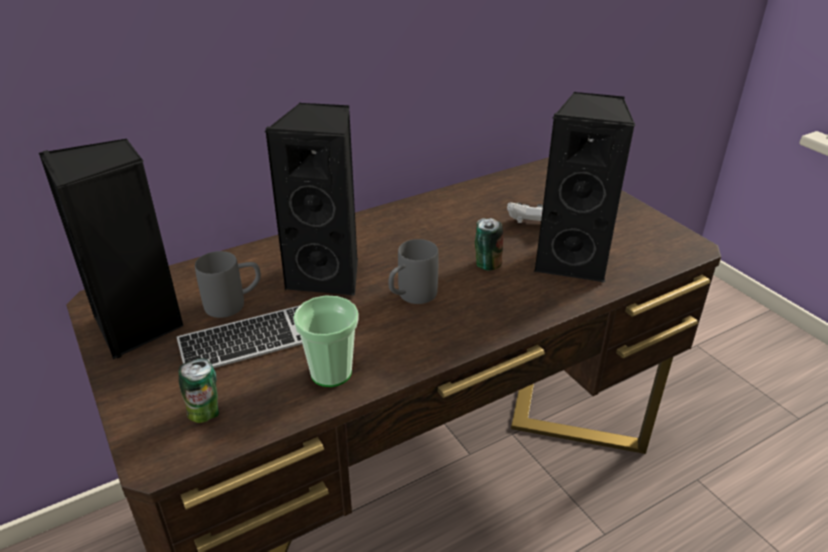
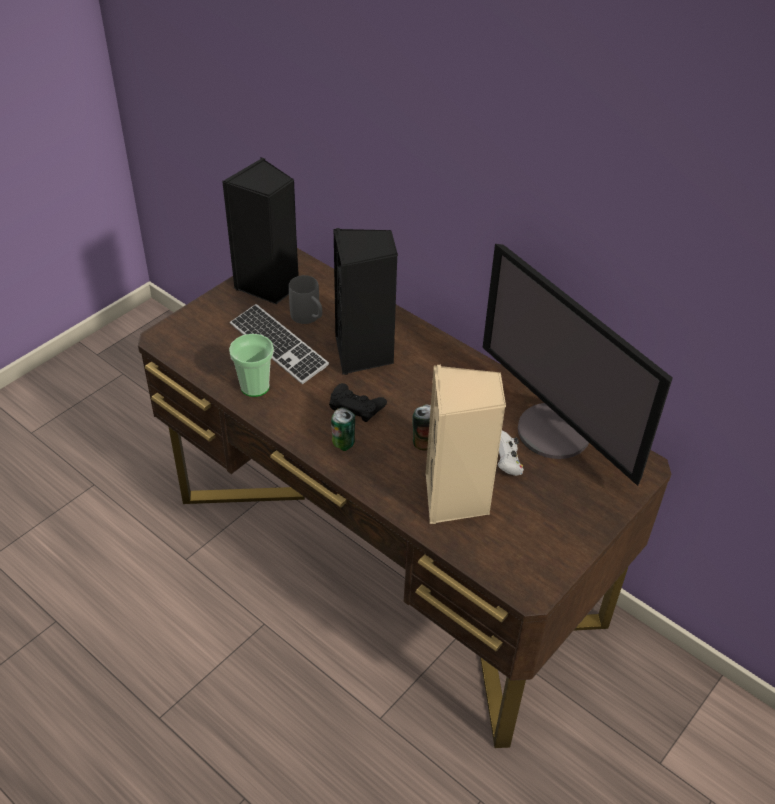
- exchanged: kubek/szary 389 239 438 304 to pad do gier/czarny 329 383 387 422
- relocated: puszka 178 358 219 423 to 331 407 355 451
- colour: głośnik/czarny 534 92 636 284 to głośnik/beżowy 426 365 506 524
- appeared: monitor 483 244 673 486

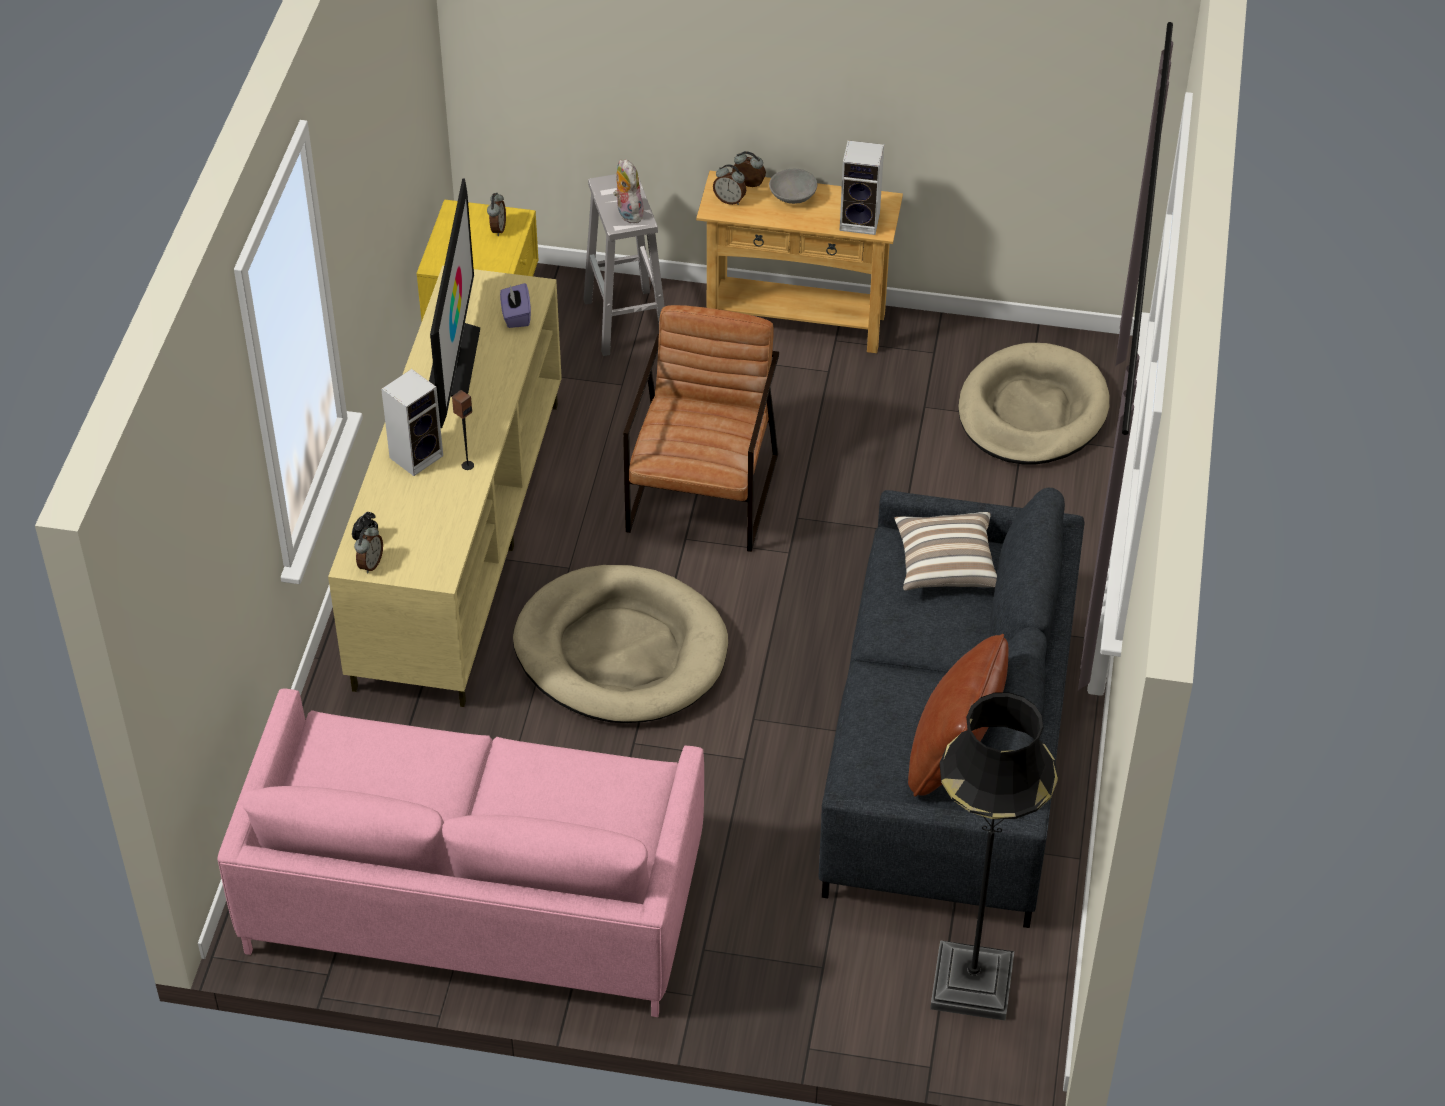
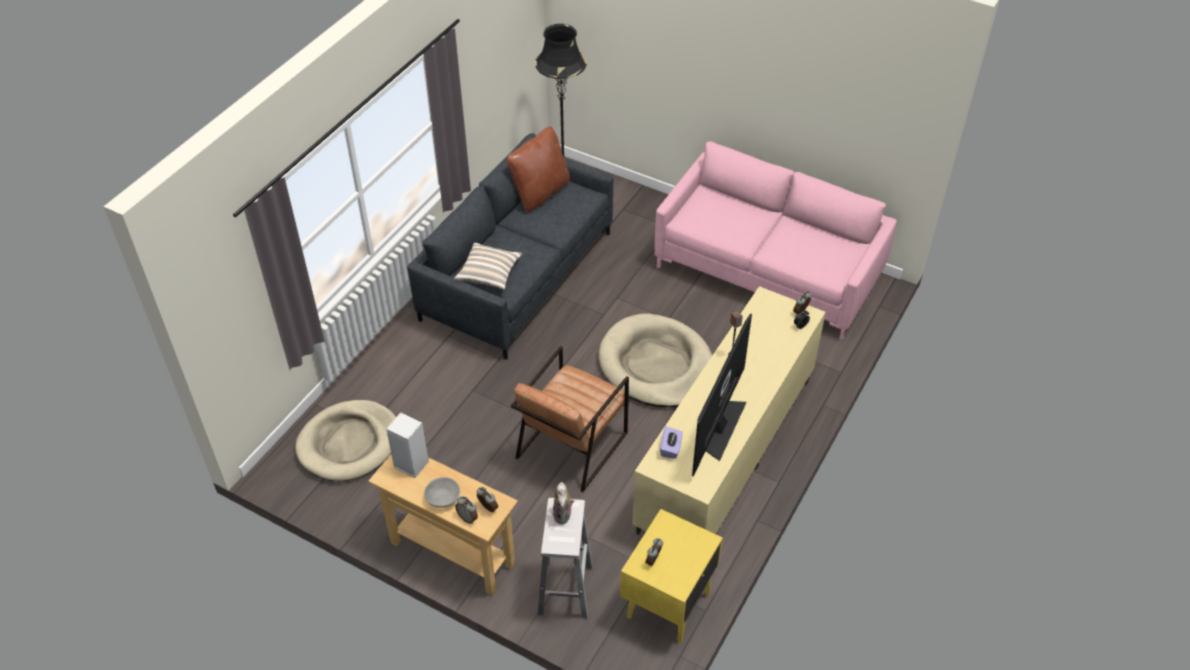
- missing: głośnik 381 369 443 476

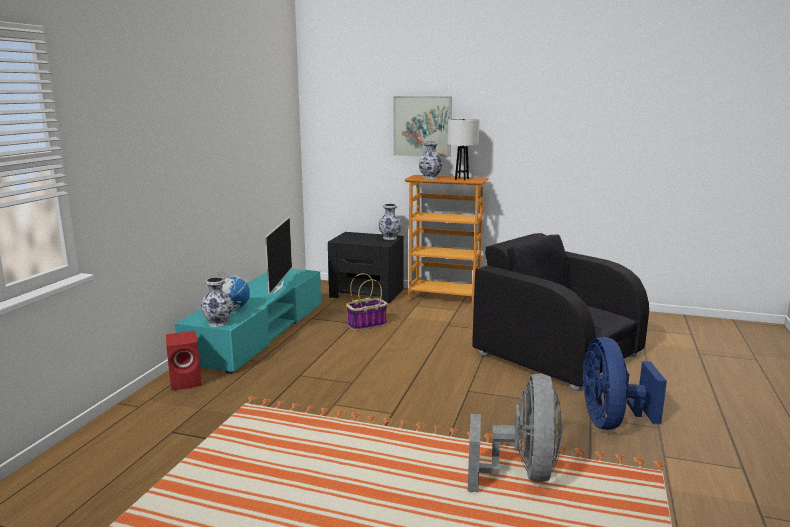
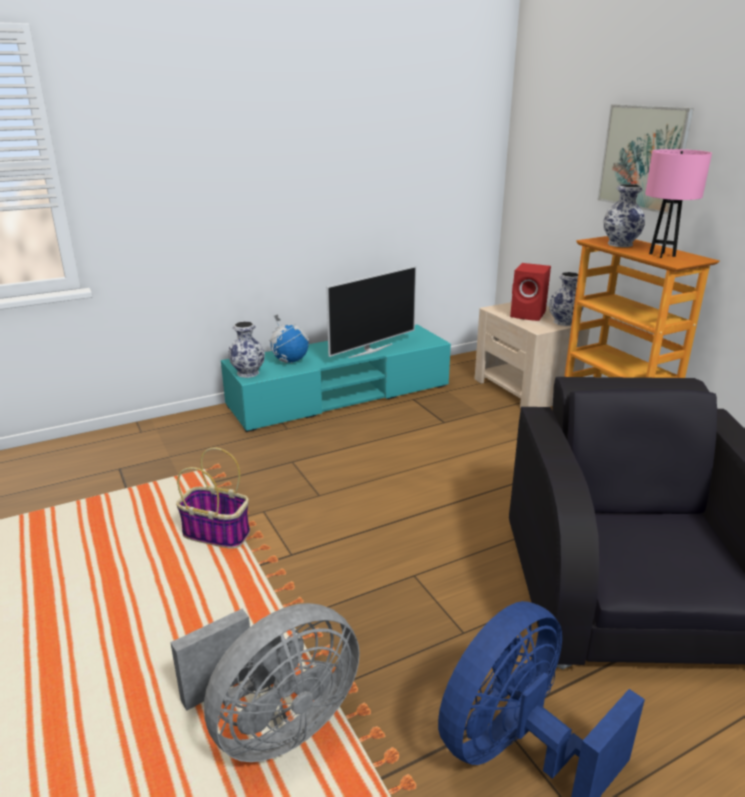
- relocated: koszyk 346 273 387 330 to 176 447 250 549
- colour: szafka nocna/czarny 328 232 404 304 to szafka nocna/beżowy 475 302 590 408
- relocated: głośnik/czerwony 166 331 202 390 to 510 263 551 321
- colour: lampa stołowa/biały 447 119 480 180 to lampa stołowa/różowy 645 149 712 258

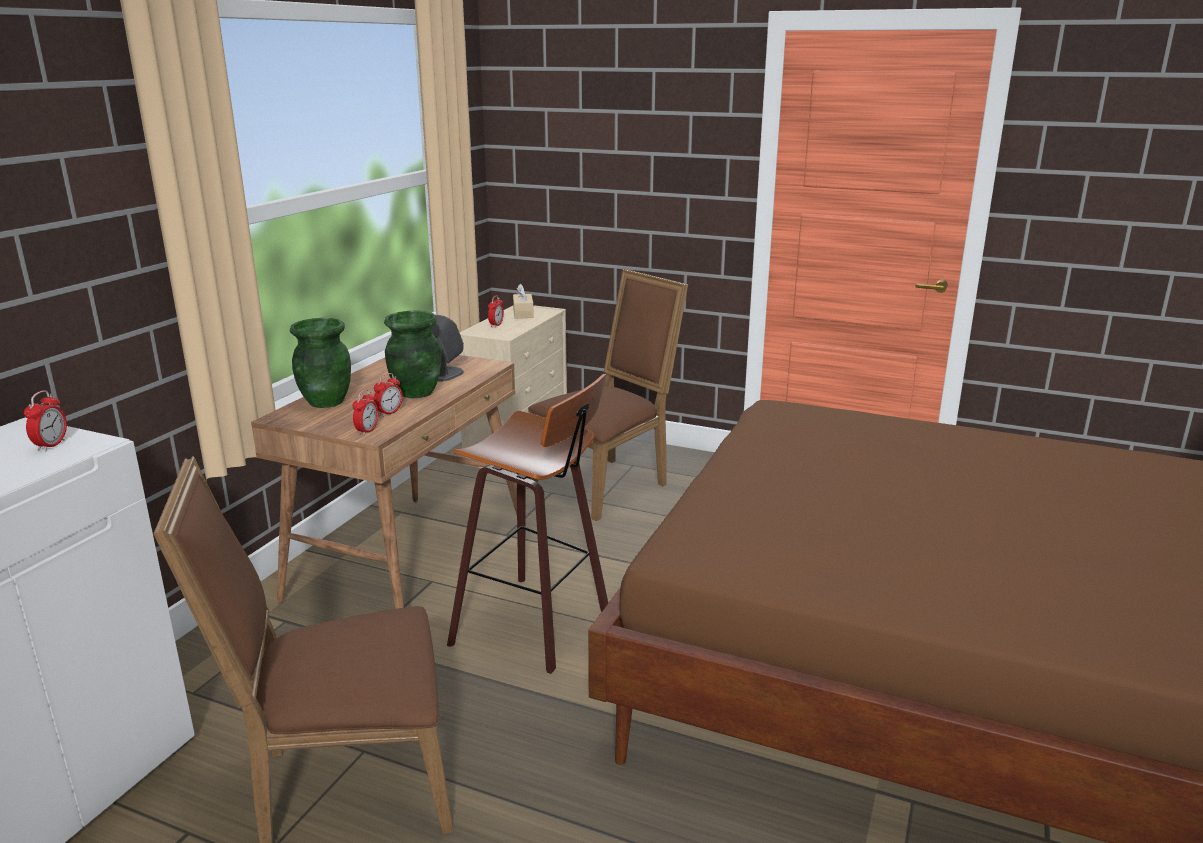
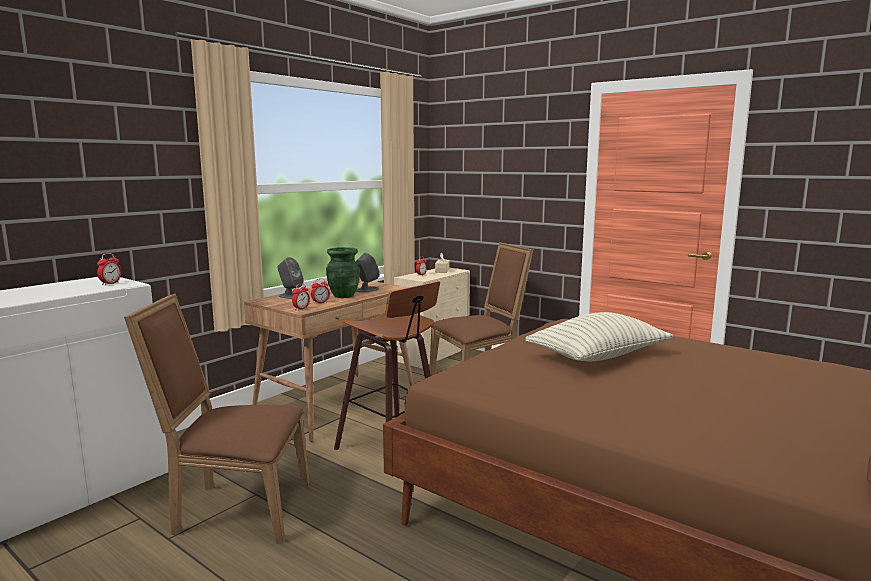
- exchanged: wazon/zielony 290 318 351 408 to głośnik/szary 278 257 304 299
- appeared: poduszka 525 312 673 361

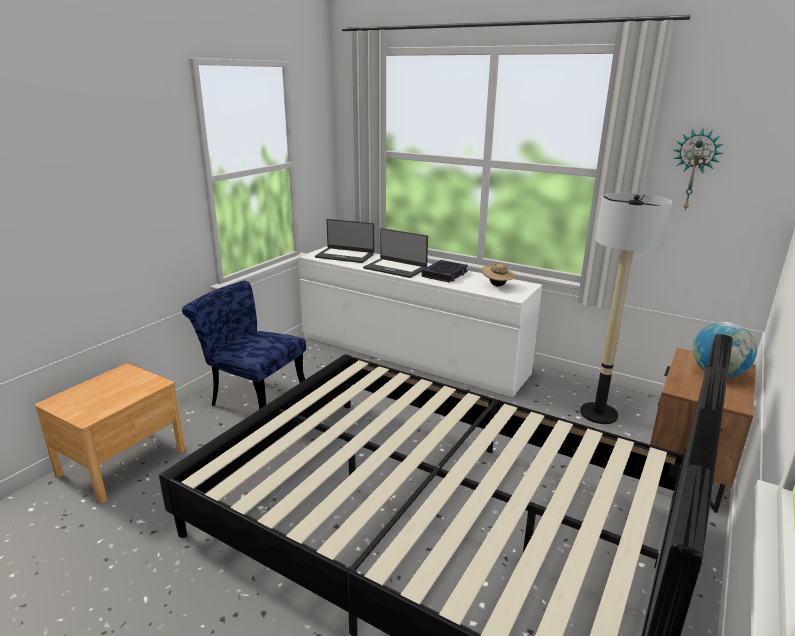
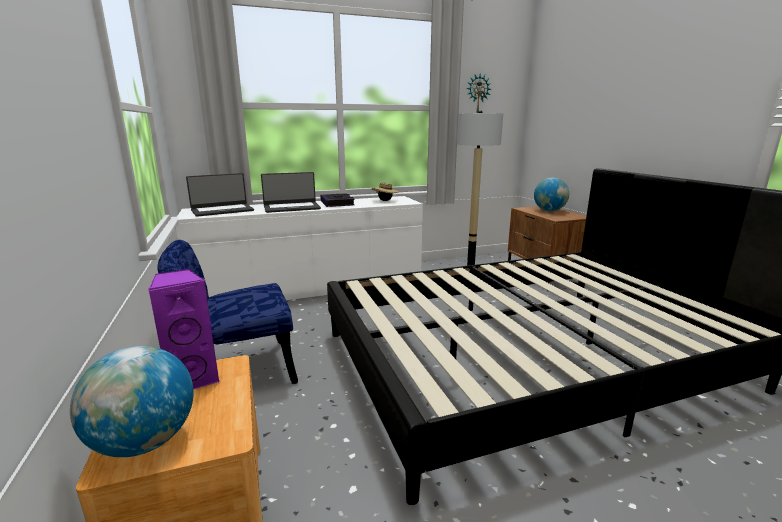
- appeared: globus 70 346 194 457
- appeared: głośnik/fioletowy 148 268 220 389

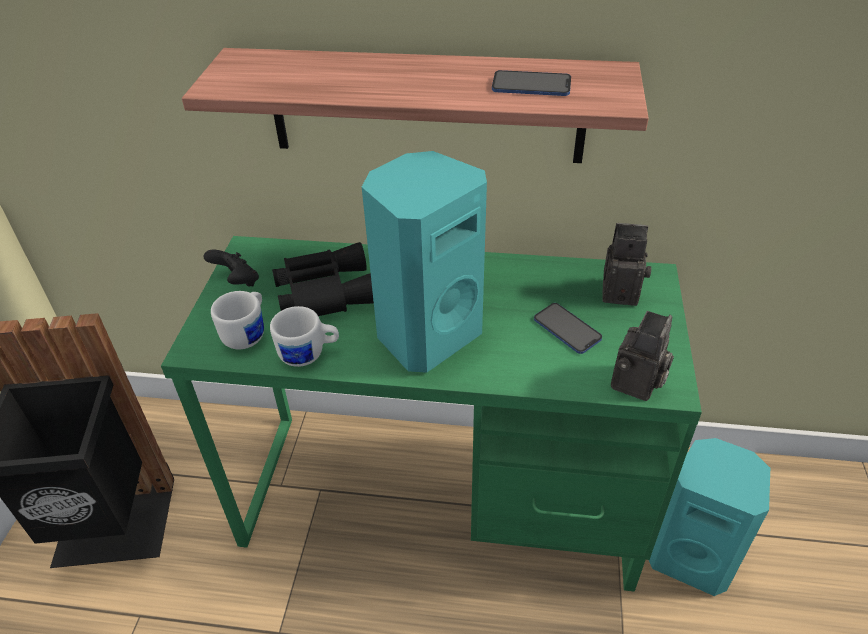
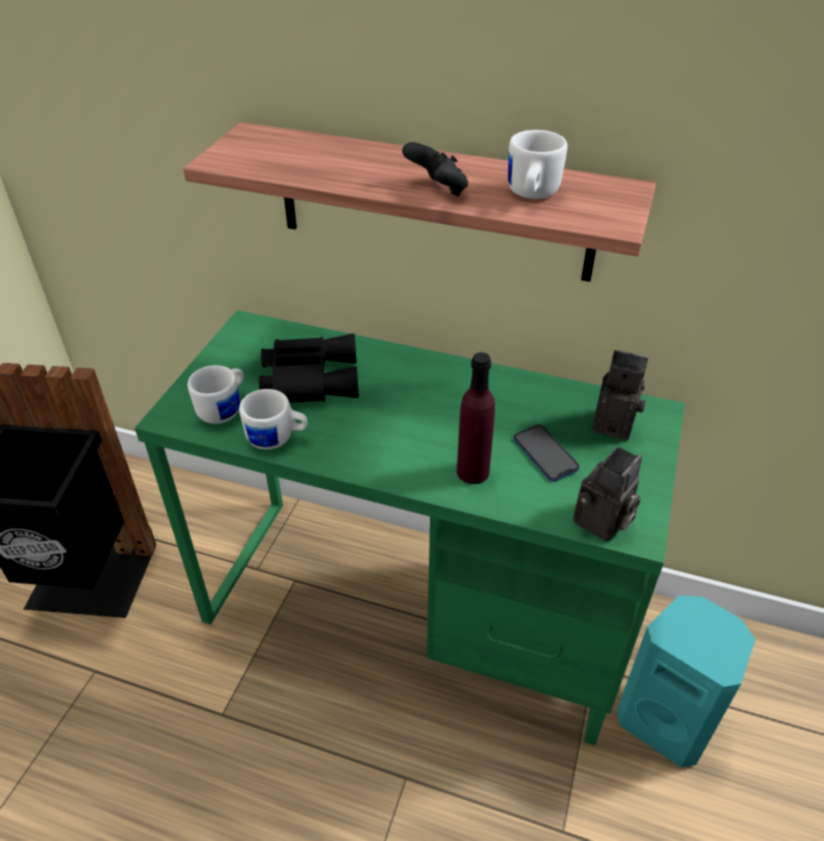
- relocated: pad do gier/czarny 204 249 259 287 to 402 142 468 196
- appeared: butelka/fioletowy 457 352 495 484
- exchanged: telefon 492 70 571 96 to kubek/biały 508 130 567 199
- missing: głośnik/turkusowy 362 151 487 373

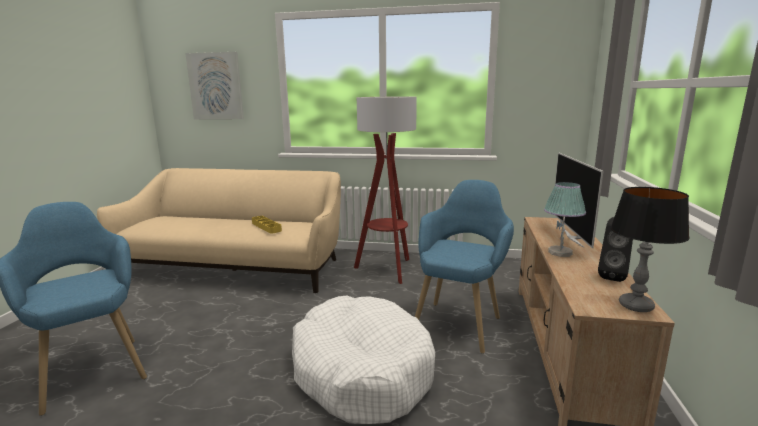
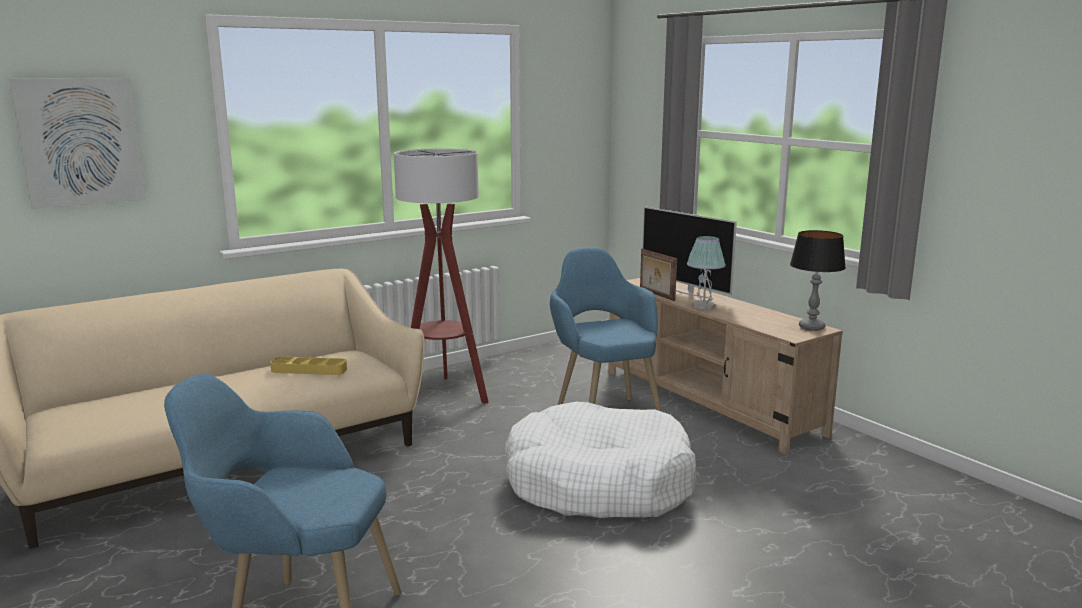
- appeared: ramka na zdjęcie 640 249 677 301
- missing: głośnik/czarny 598 217 633 282

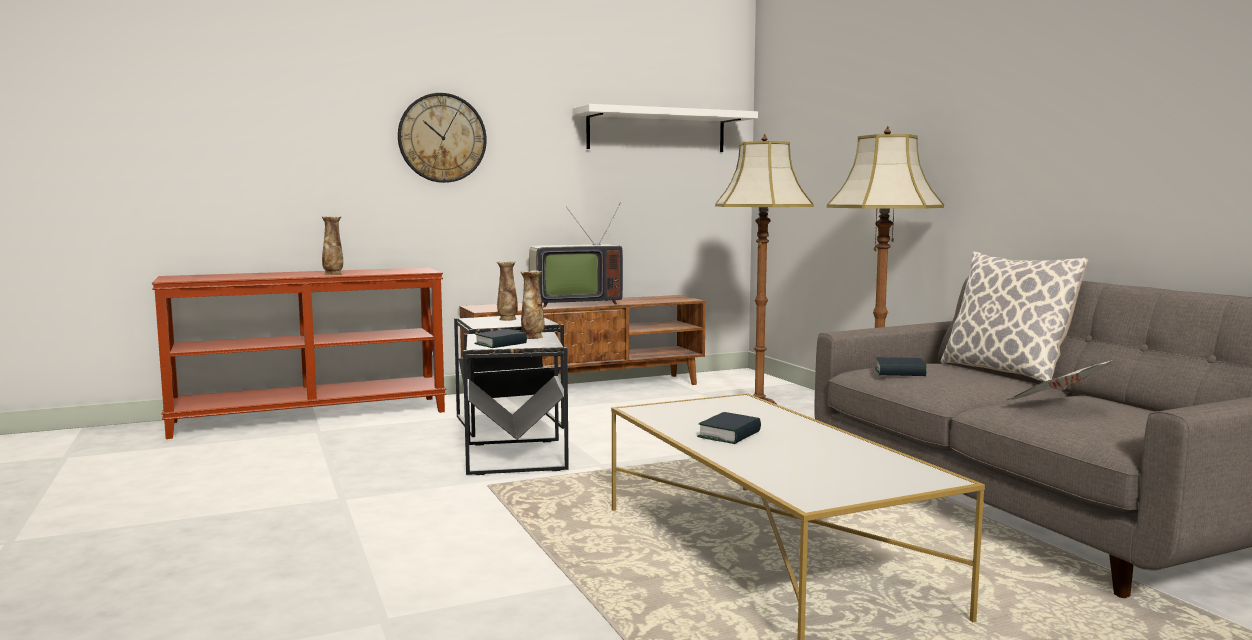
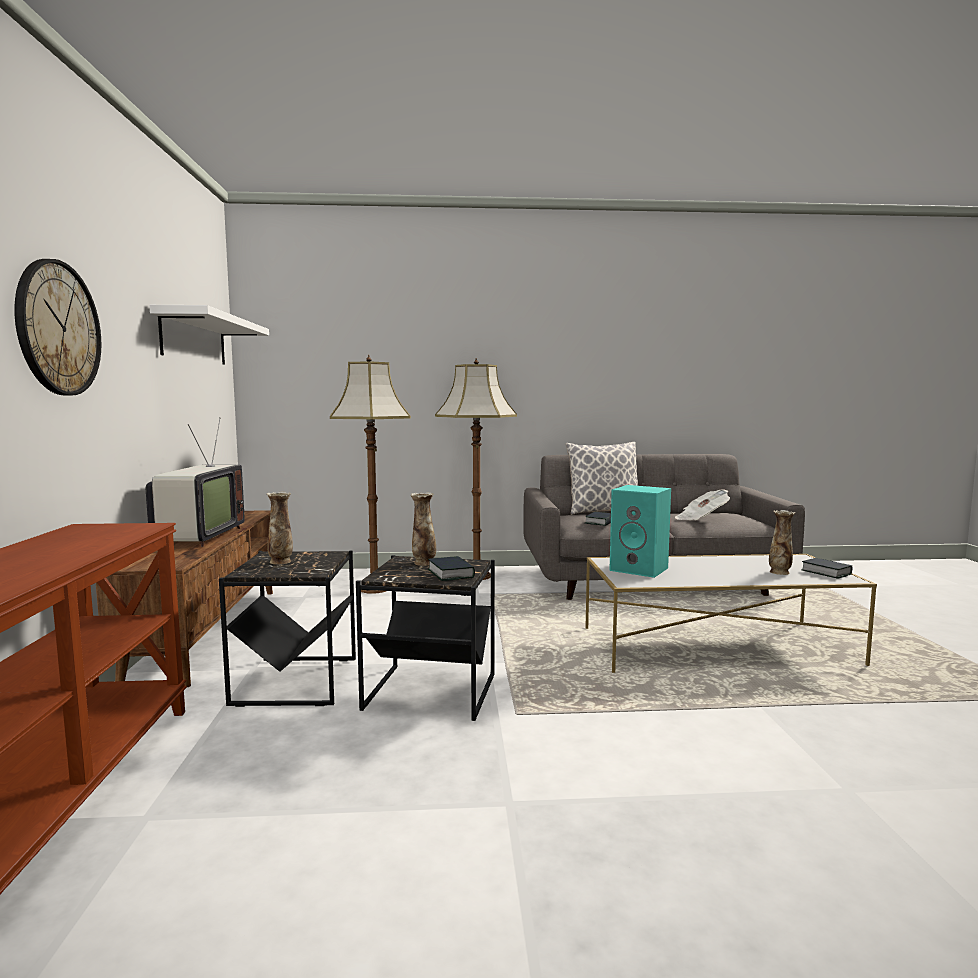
- appeared: głośnik/turkusowy 609 485 671 578
- relocated: wazon 321 216 343 275 to 769 510 796 575
- relocated: książka 697 412 761 444 to 801 558 852 579

